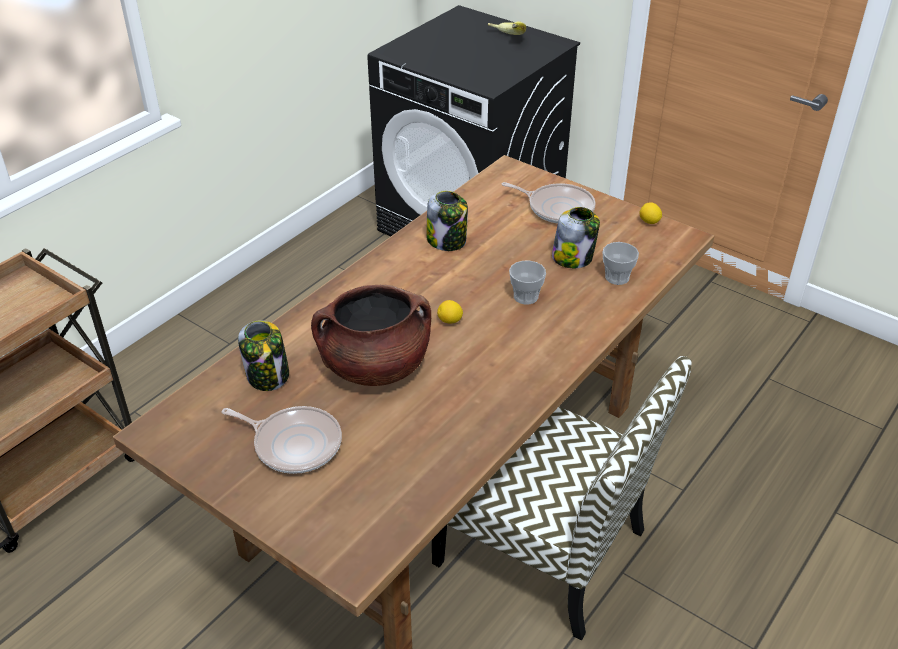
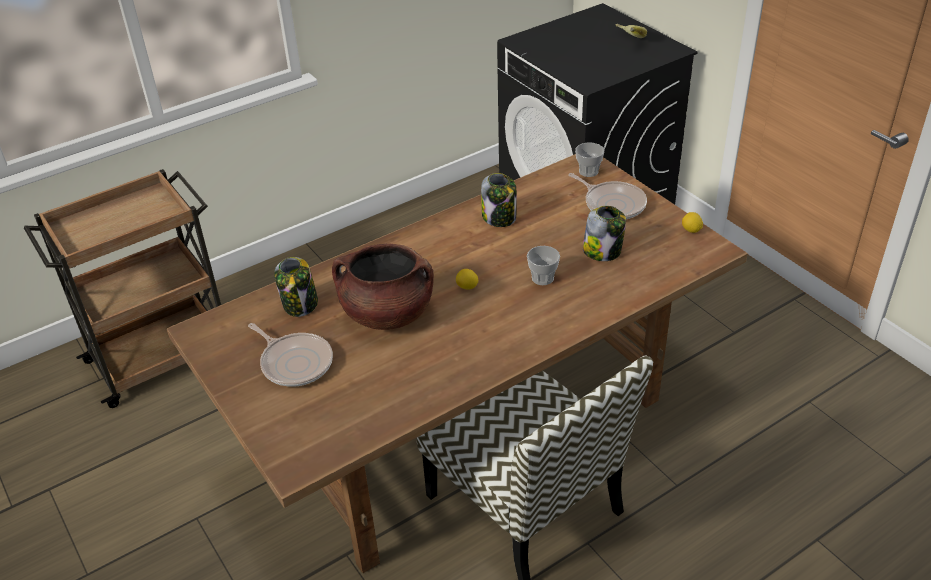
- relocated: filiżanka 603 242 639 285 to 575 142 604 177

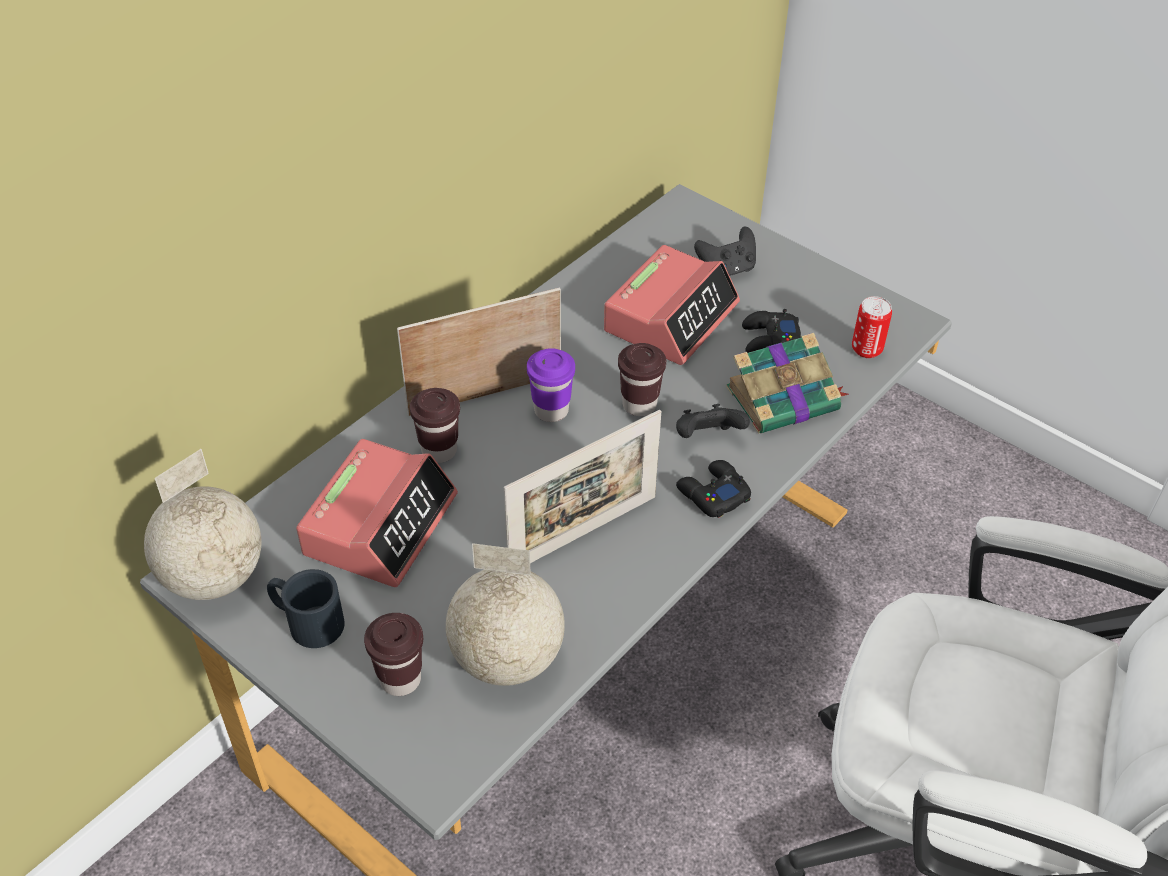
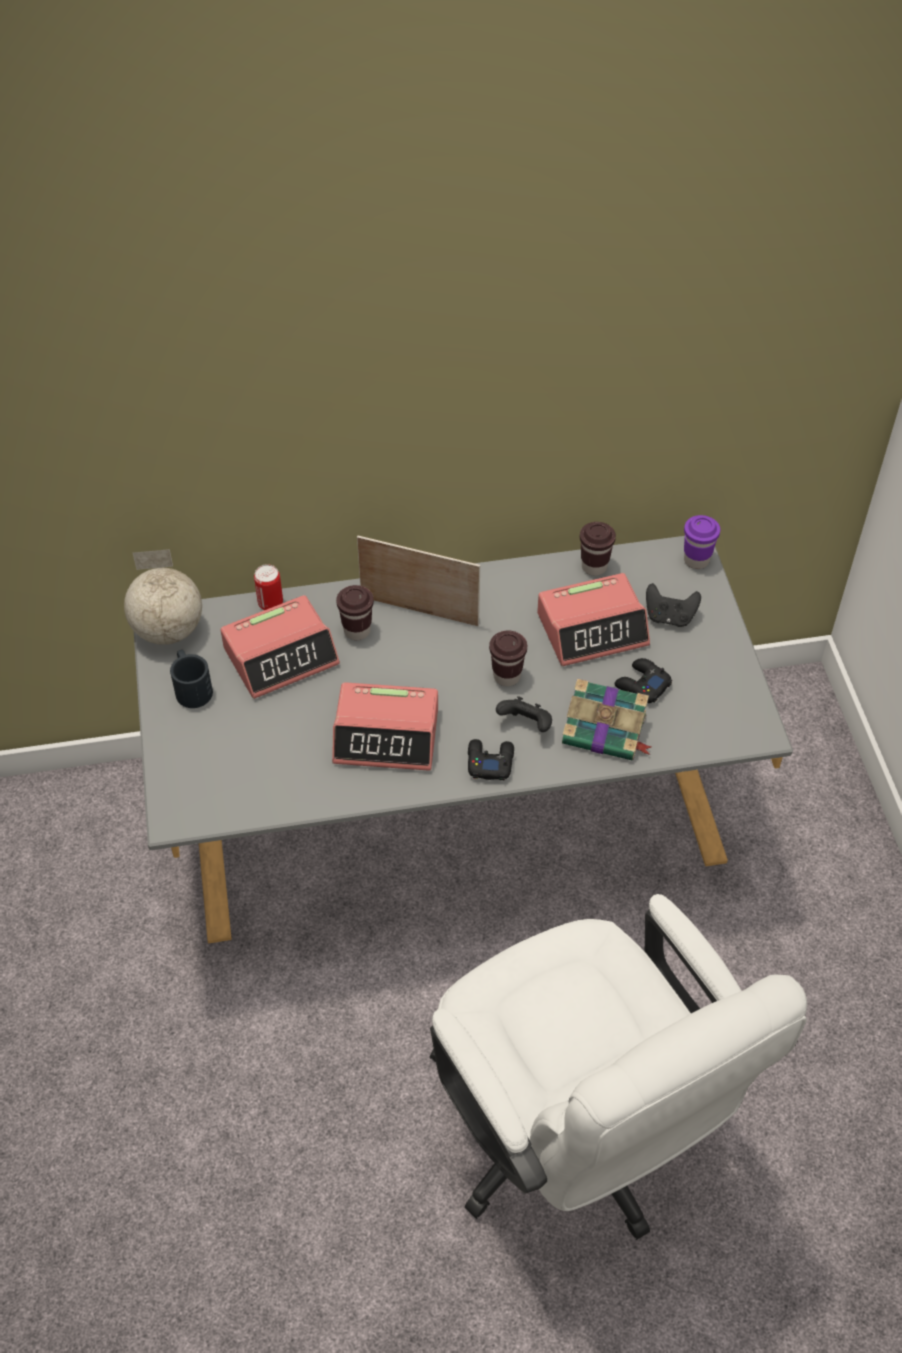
- relocated: puszka 852 296 892 358 to 254 564 283 610
- exchanged: ramka na zdjęcie 504 410 661 563 to budzik 332 682 438 771
- relocated: filiżanka/brązowy 364 613 423 696 to 580 522 616 576
- relocated: filiżanka/fioletowy 527 348 575 422 to 684 515 720 569
- missing: globus 446 543 565 686

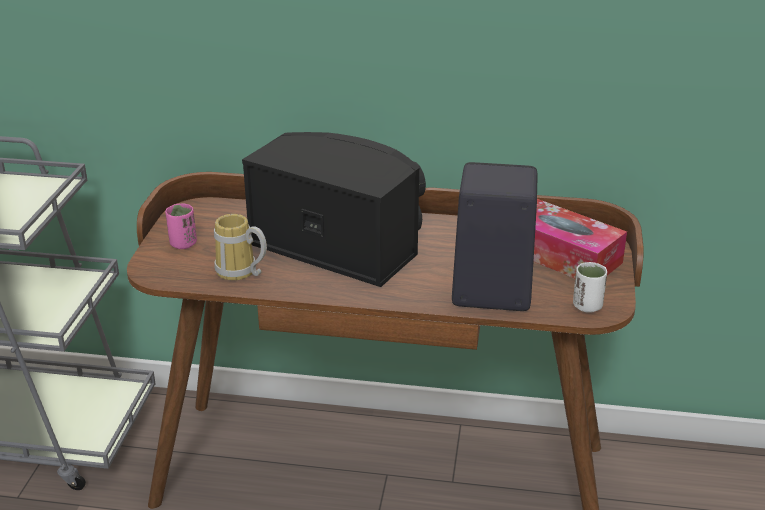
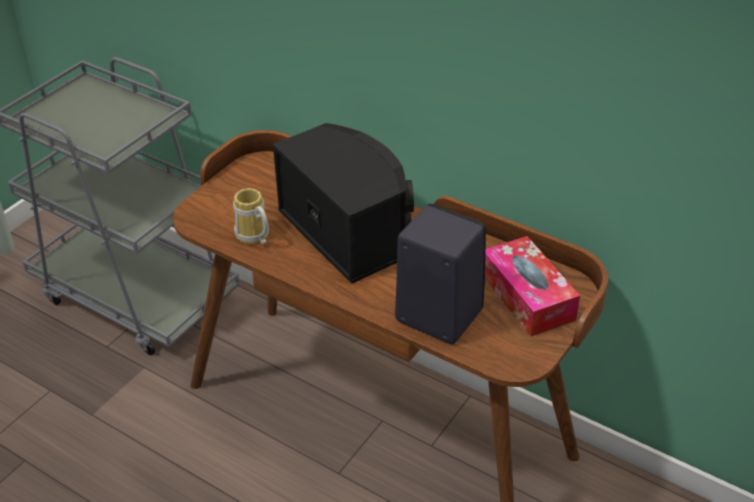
- missing: filiżanka/różowy 165 203 197 249
- missing: filiżanka/biały 573 262 607 313

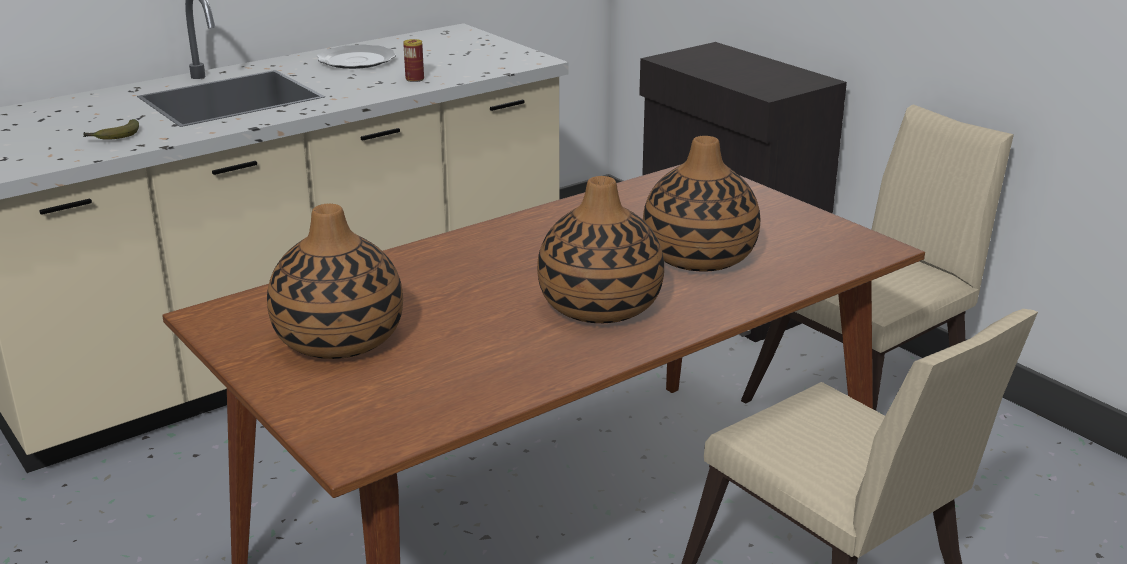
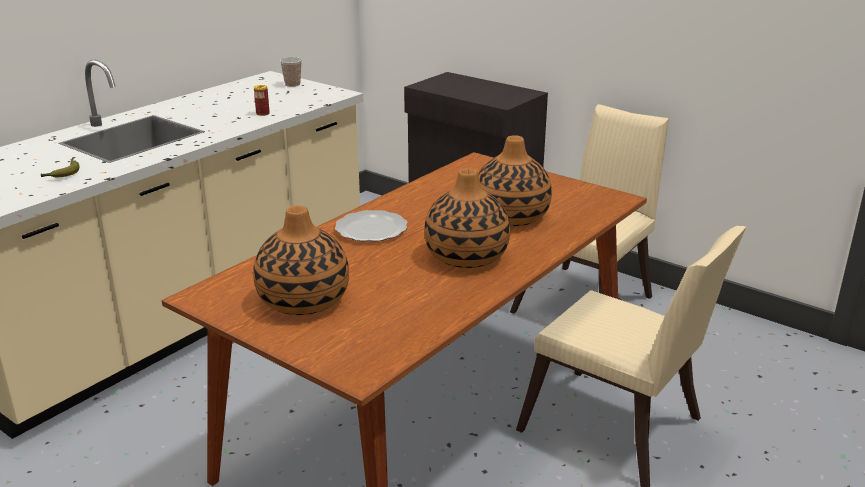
- appeared: filiżanka 280 57 302 87
- relocated: talerz 317 45 396 69 to 335 210 407 241

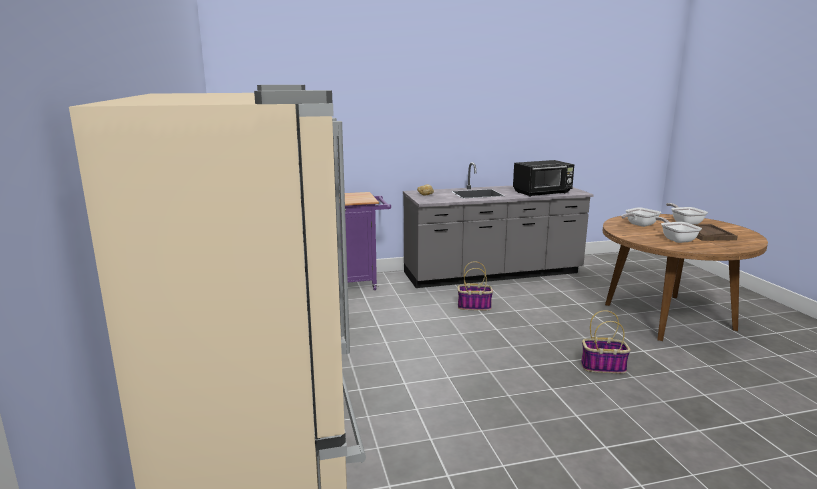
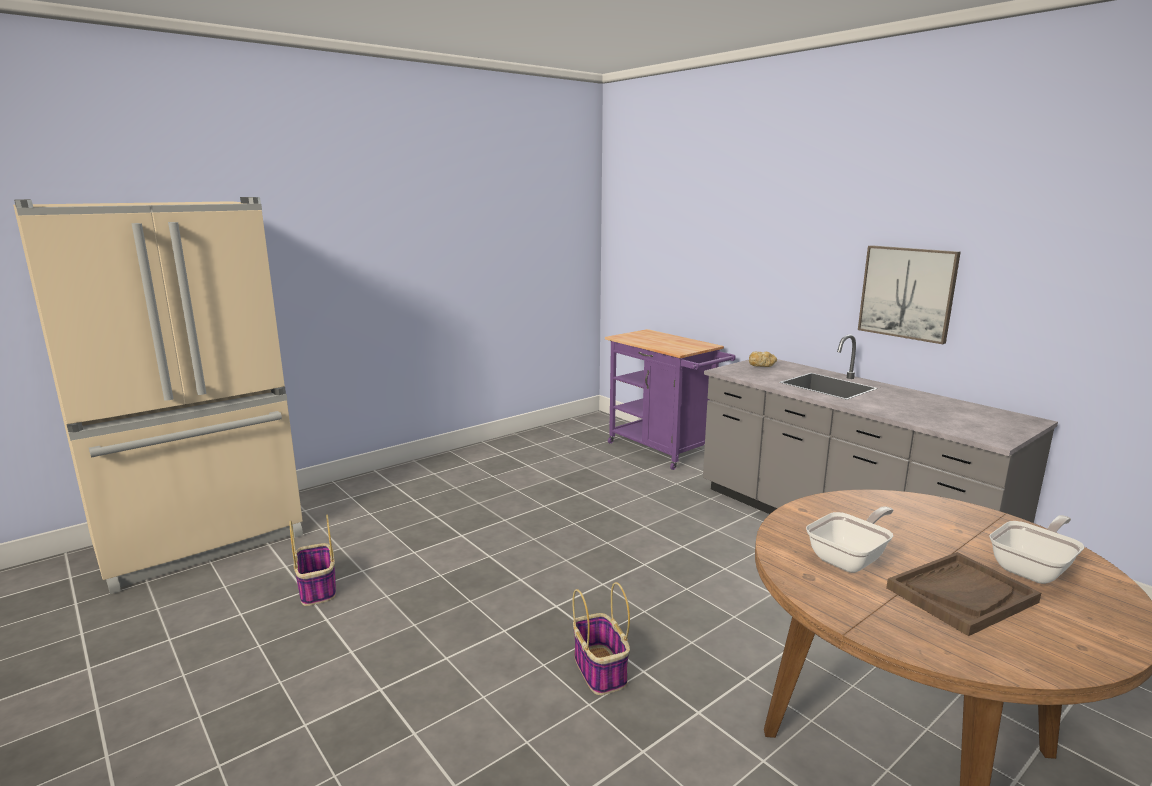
- relocated: koszyk 458 261 493 310 to 289 515 336 606
- appeared: obraz 858 245 961 344
- missing: mikrofalówka/czarny 513 160 574 197
- missing: patelnia 621 208 661 227

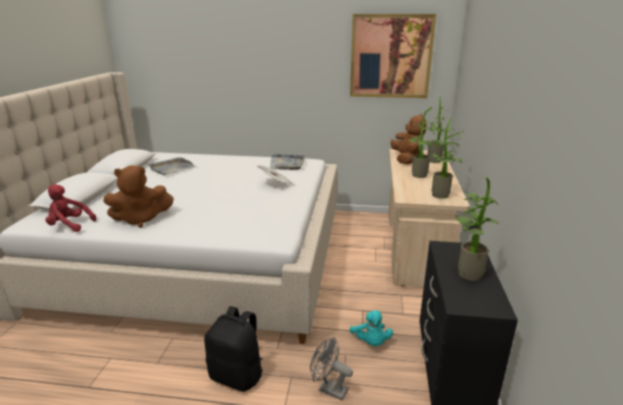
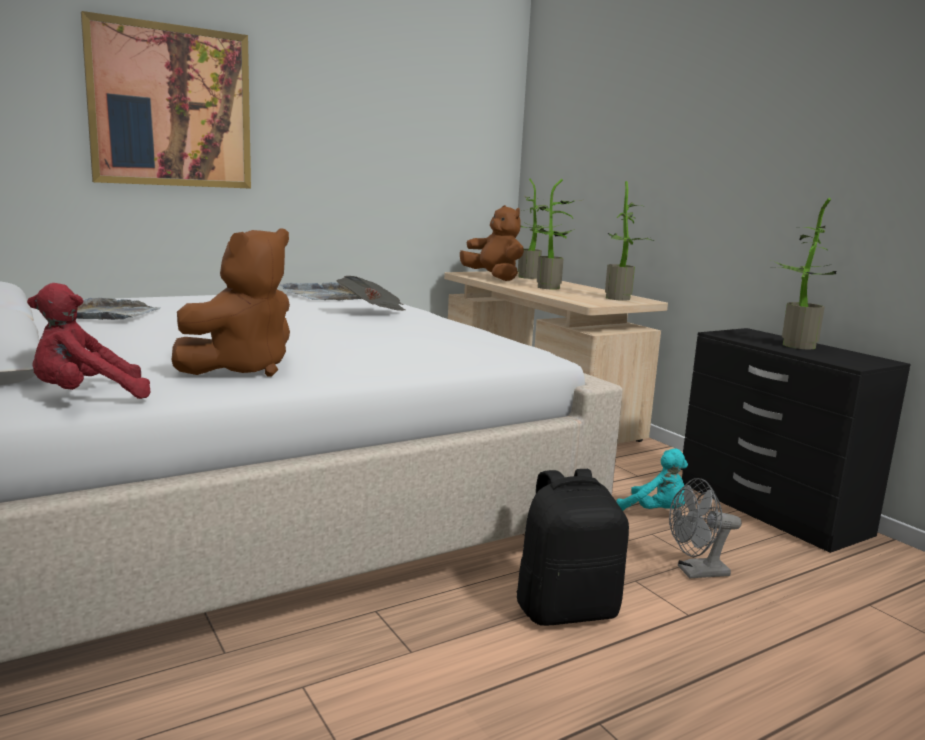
- relocated: obraz 350 14 436 98 to 81 11 251 189

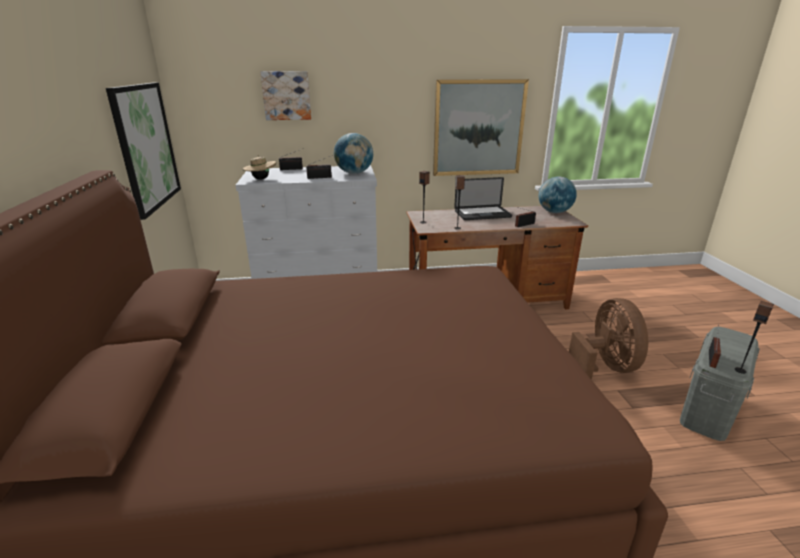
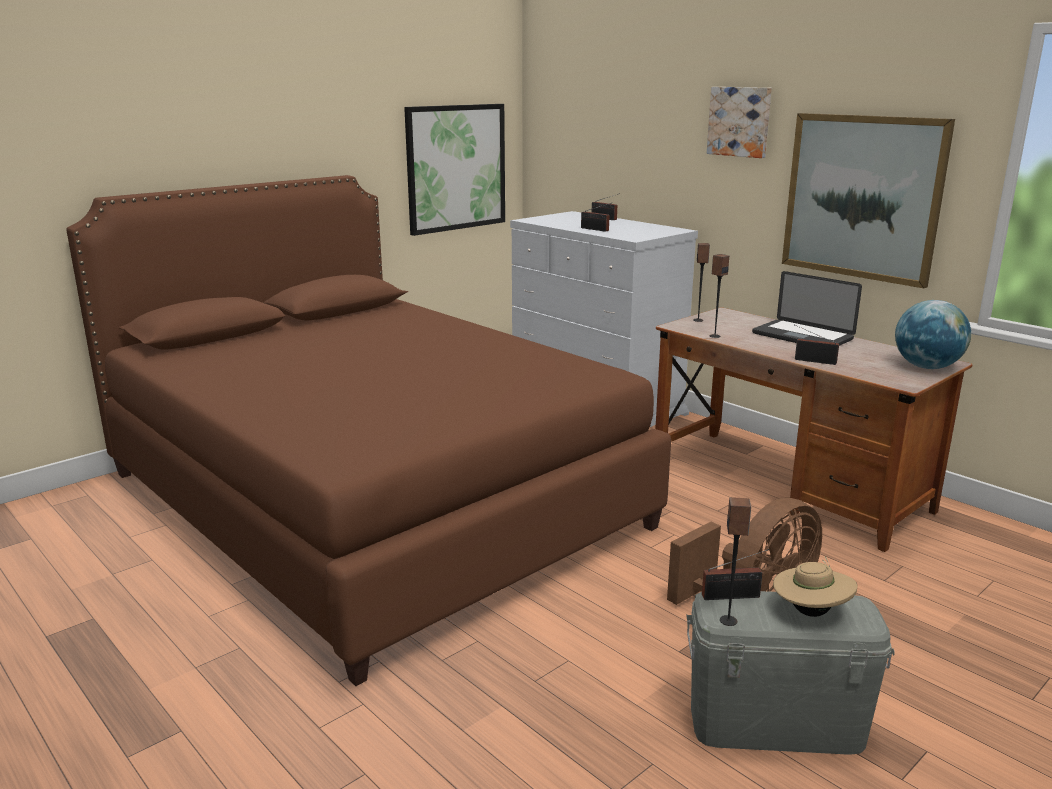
- relocated: obraz 260 71 311 120 to 707 87 772 158
- relocated: kapelusz/beżowy 243 156 276 180 to 773 556 857 617
- missing: globus 334 133 373 174

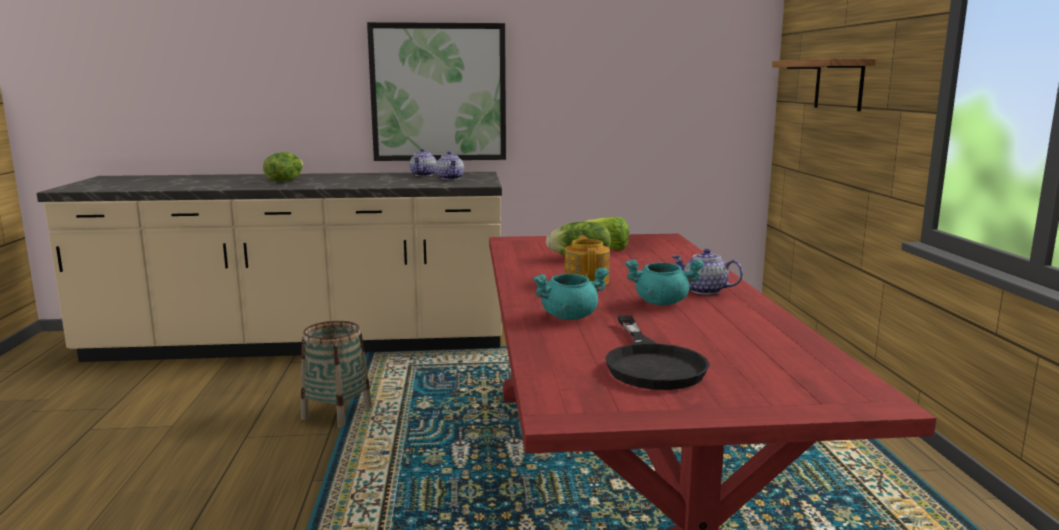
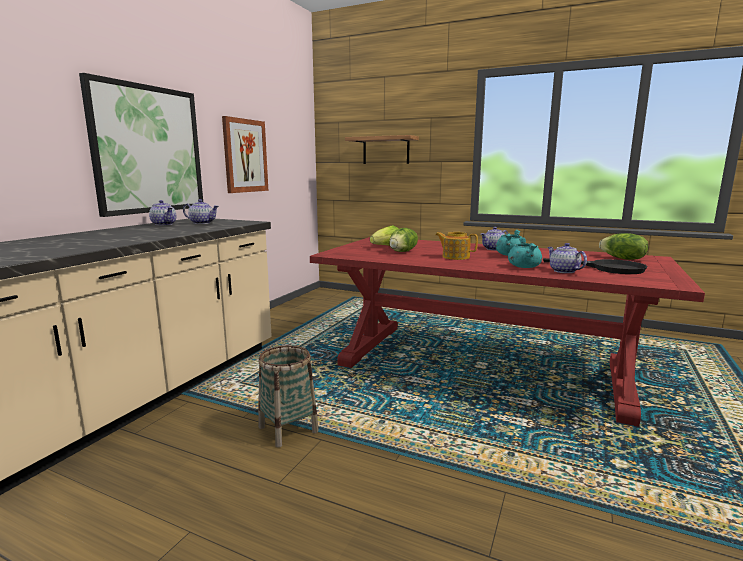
- appeared: obraz 222 116 268 193
- appeared: imbryk 547 243 587 273
- relocated: sałata 263 152 303 182 to 599 233 648 260

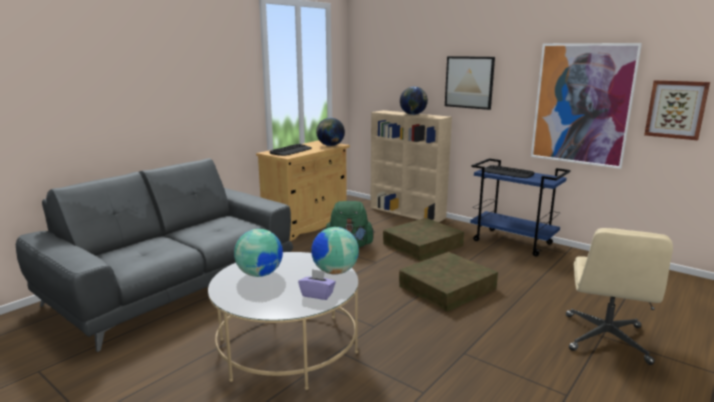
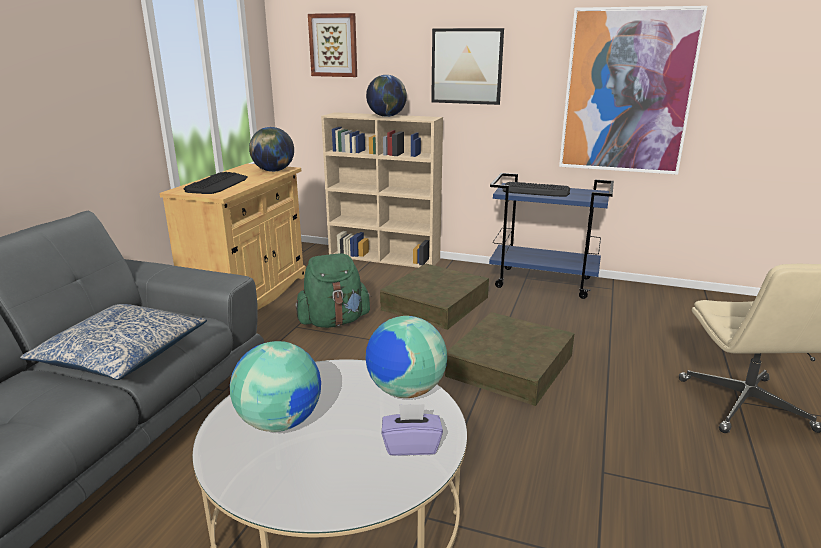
- appeared: poduszka 20 304 207 380
- relocated: obraz 644 80 710 140 to 308 13 357 77

